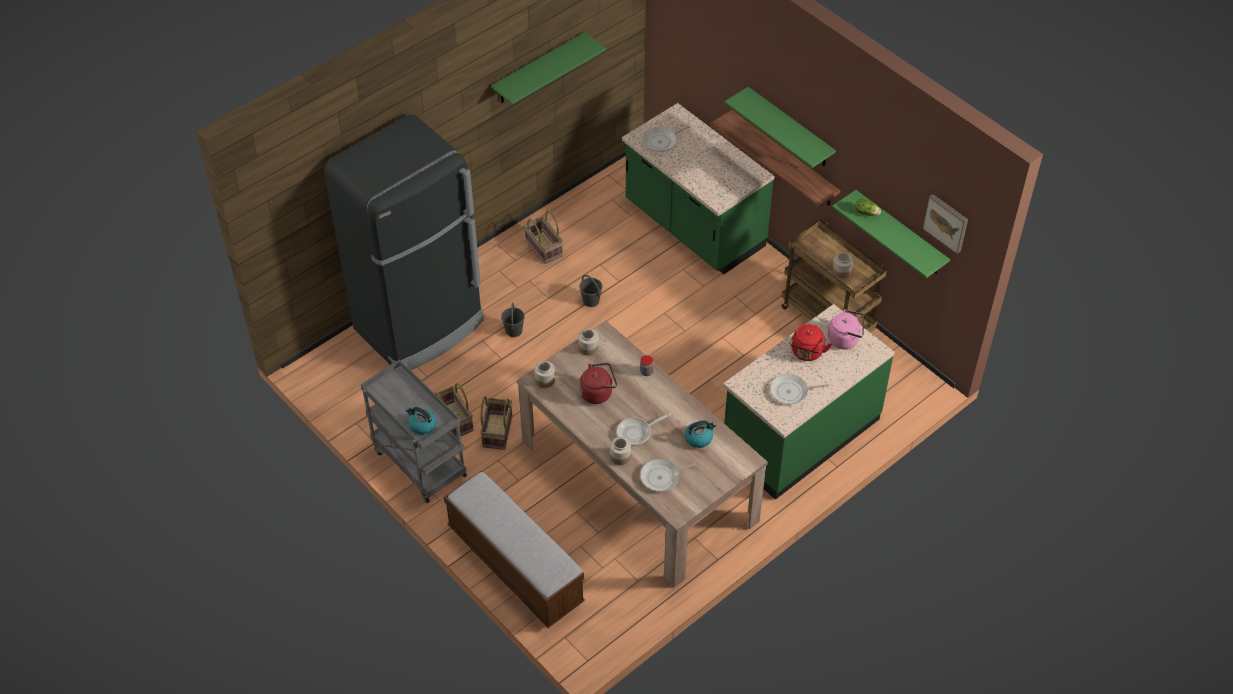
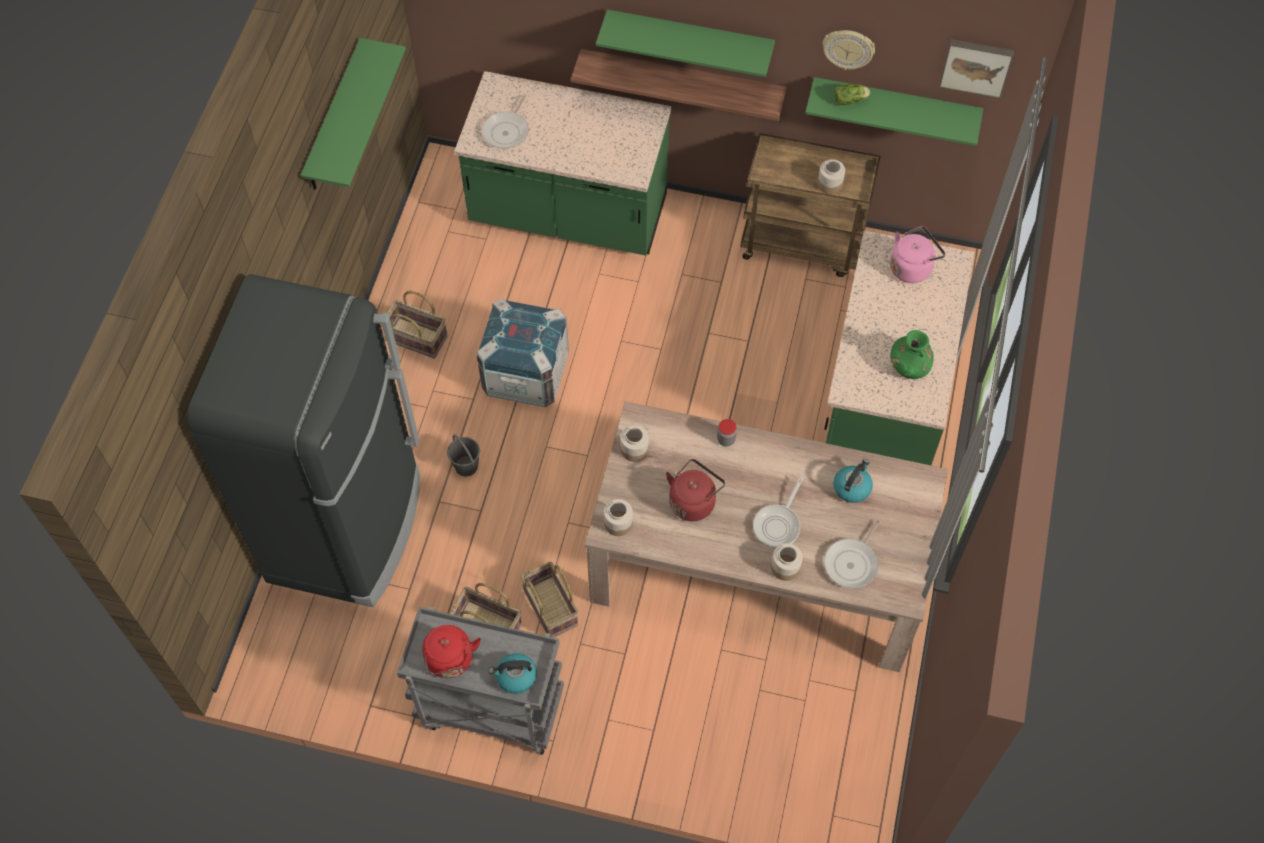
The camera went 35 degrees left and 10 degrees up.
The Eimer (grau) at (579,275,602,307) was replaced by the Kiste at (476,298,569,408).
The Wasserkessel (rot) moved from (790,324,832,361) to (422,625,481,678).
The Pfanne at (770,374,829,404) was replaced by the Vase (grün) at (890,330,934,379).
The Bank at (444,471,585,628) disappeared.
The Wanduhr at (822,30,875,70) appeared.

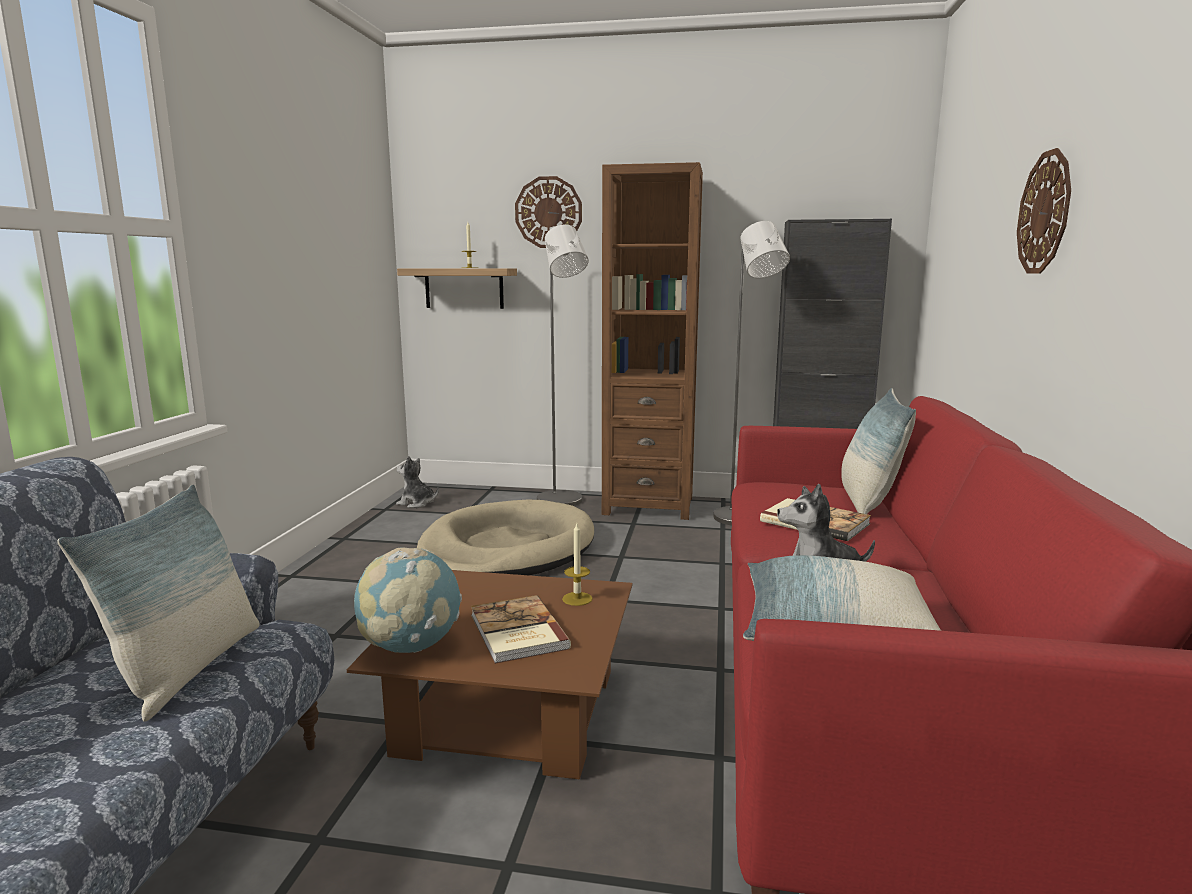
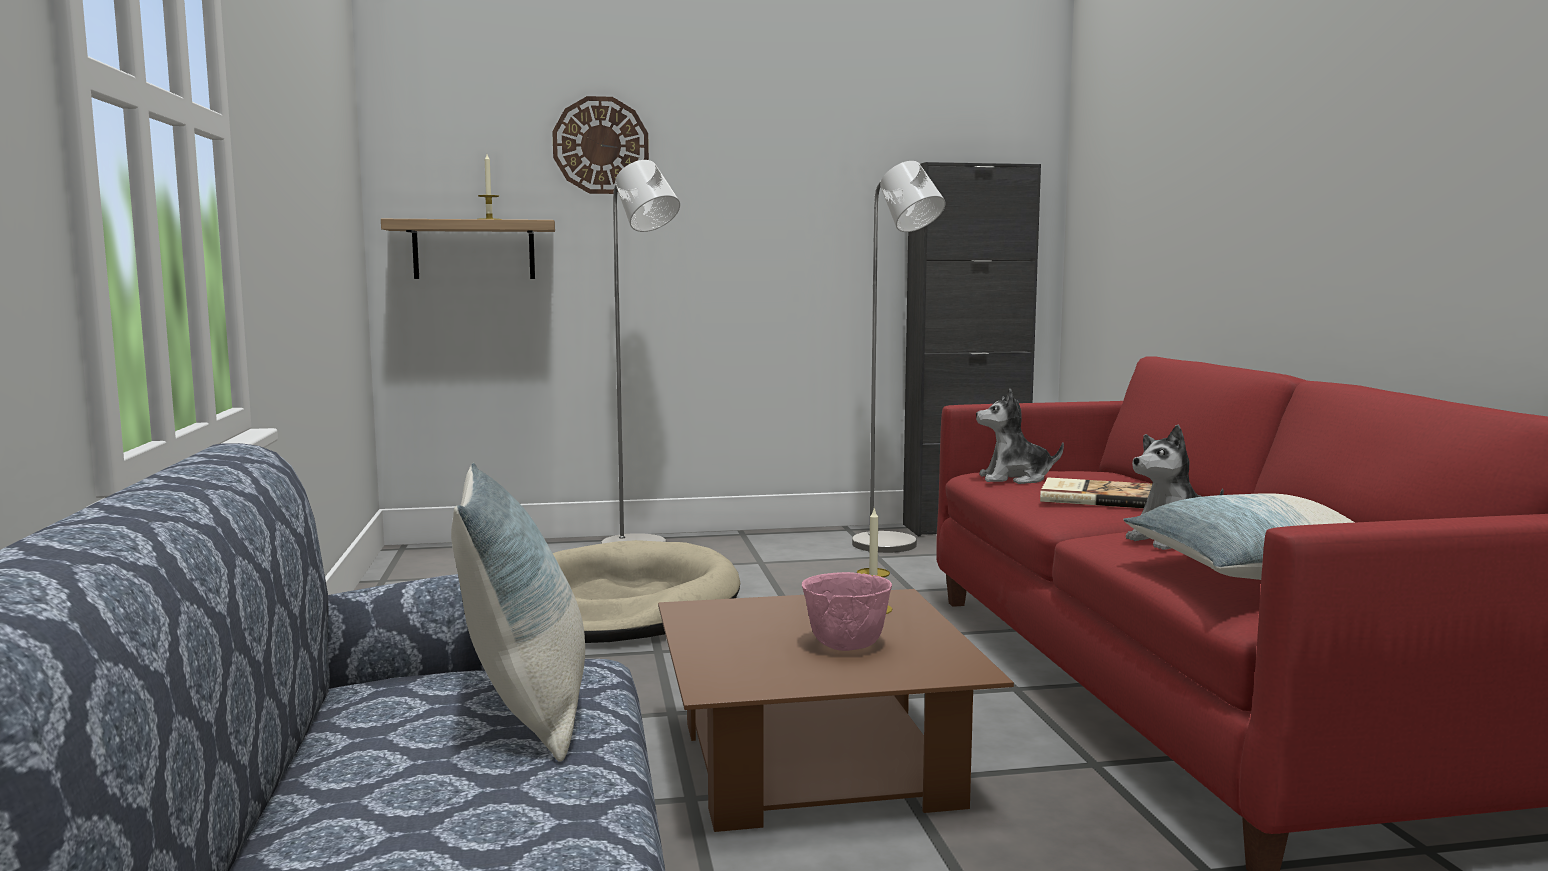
The camera went 20 degrees left and 5 degrees down.
The Wanduhr at (1017,148,1071,274) disappeared.
The Bücherregal (braun) at (602,162,703,520) disappeared.
The Kissen at (841,388,916,514) disappeared.
The Plüschtier moved from (396,456,439,508) to (976,389,1064,484).
The Globus at (354,547,462,653) disappeared.
The Buch at (471,595,571,664) was replaced by the Schüssel (rosa) at (802,572,892,651).

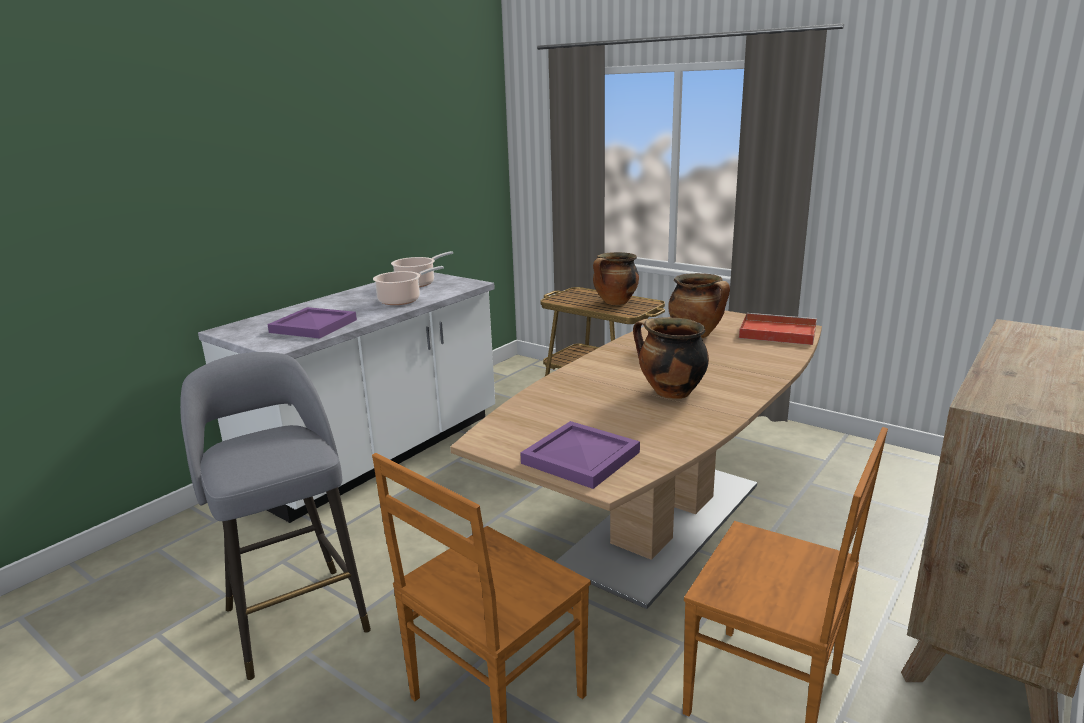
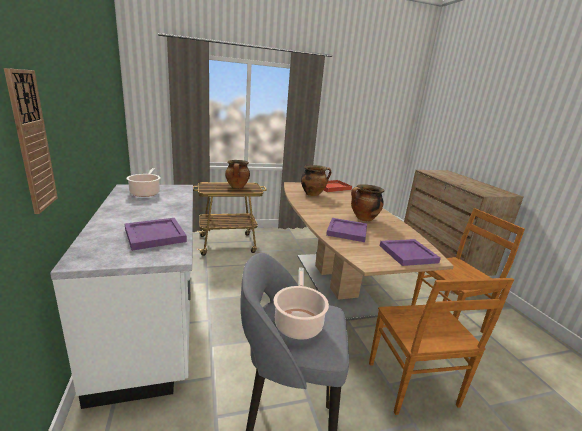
The camera went 55 degrees left and 0 degrees up.
The Kochtopf moved from (373,266,444,305) to (274,267,329,340).
The Wanduhr at (4,68,58,214) appeared.
The Tablett (lila) at (326,218,367,242) appeared.

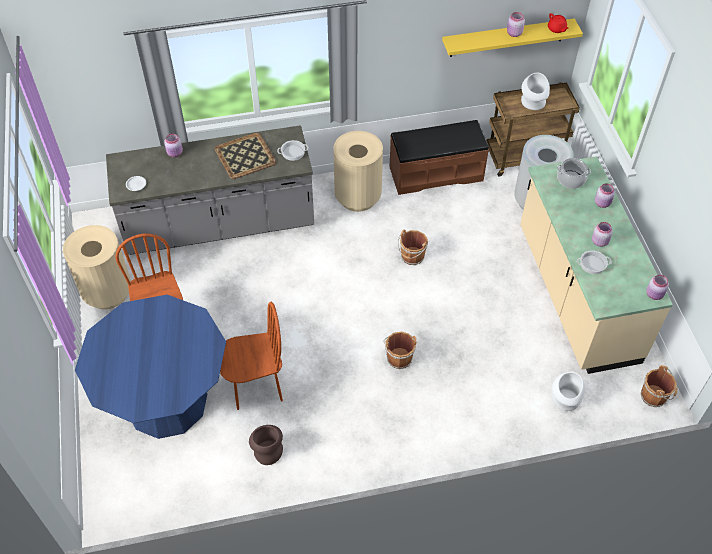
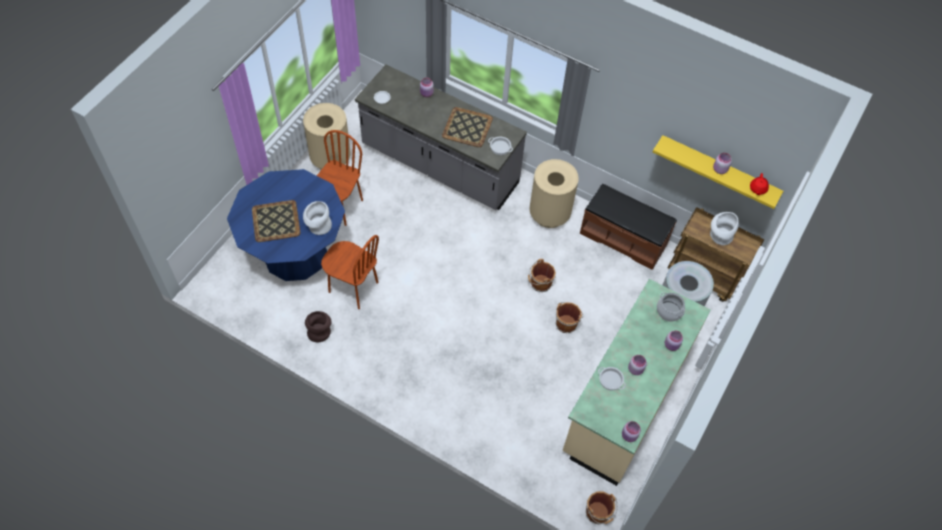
The camera went 40 degrees right and 5 degrees up.
The Eimer (braun) moved from (384,332,416,369) to (556,302,583,334).
The Vase (weiß) moved from (552,372,585,411) to (303,201,332,235).
The Tablett at (252,200,301,242) appeared.

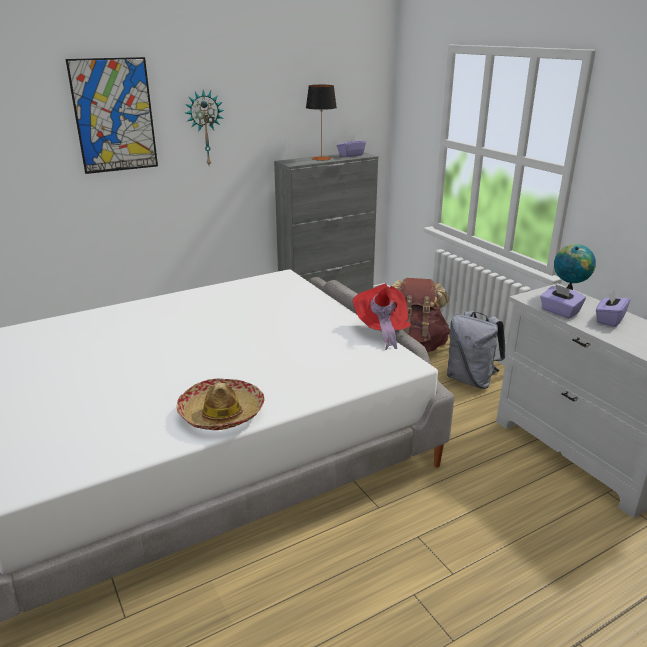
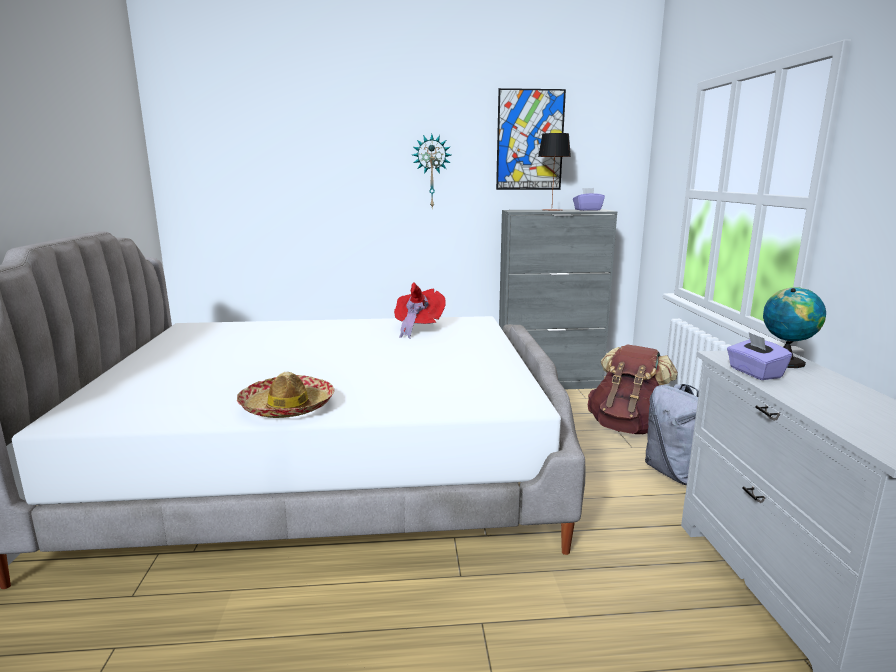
The camera went 25 degrees right and 10 degrees down.
The Bild moved from (66,57,158,174) to (496,88,566,190).
The Hut (rot) moved from (353,284,412,350) to (394,283,446,339).
The Taschentuchbox (lila) at (596,289,631,327) disappeared.

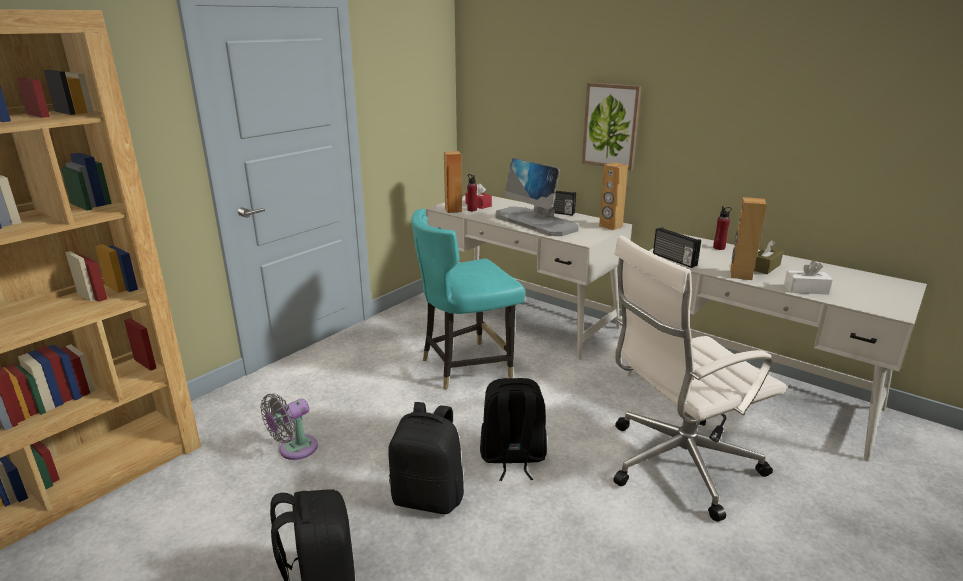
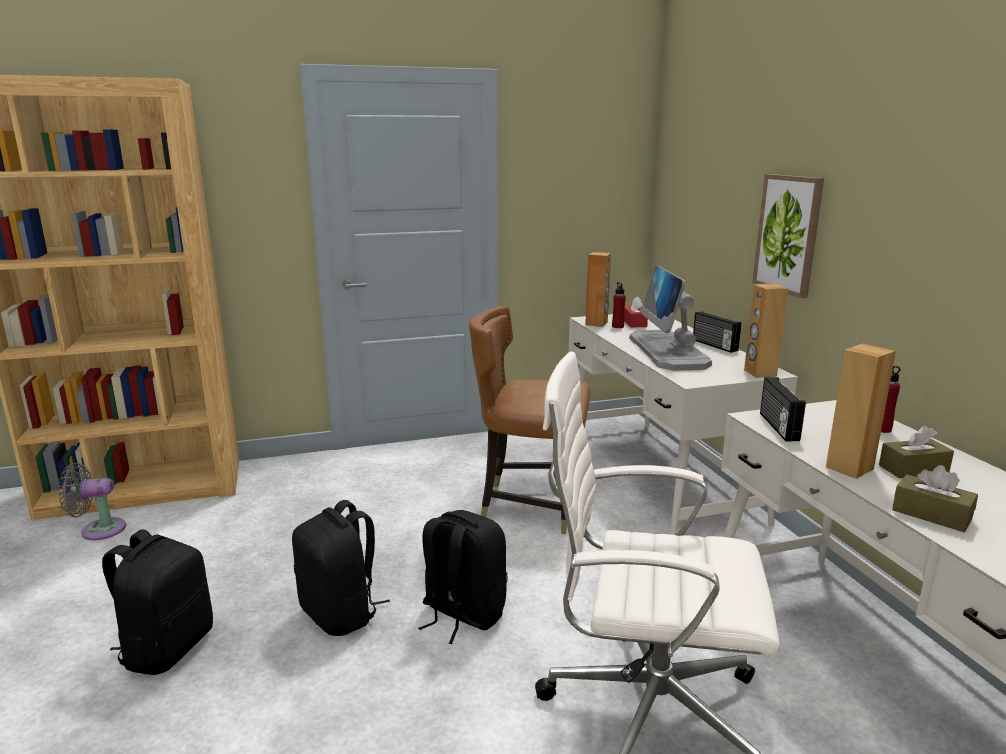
The camera went 35 degrees right and 5 degrees down.
The Stuhl (türkis) at (411,209,525,390) became the Stuhl (braun) at (469,306,590,534).
The Taschentuchbox (weiß) at (784,260,833,295) became the Taschentuchbox (braun) at (892,465,978,532).
The Ventilator (grau) moved from (260,394,318,460) to (58,463,126,541).

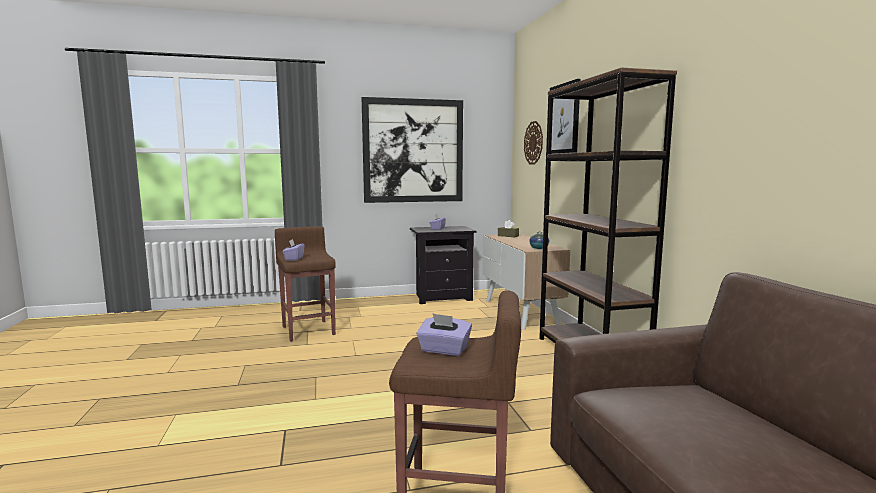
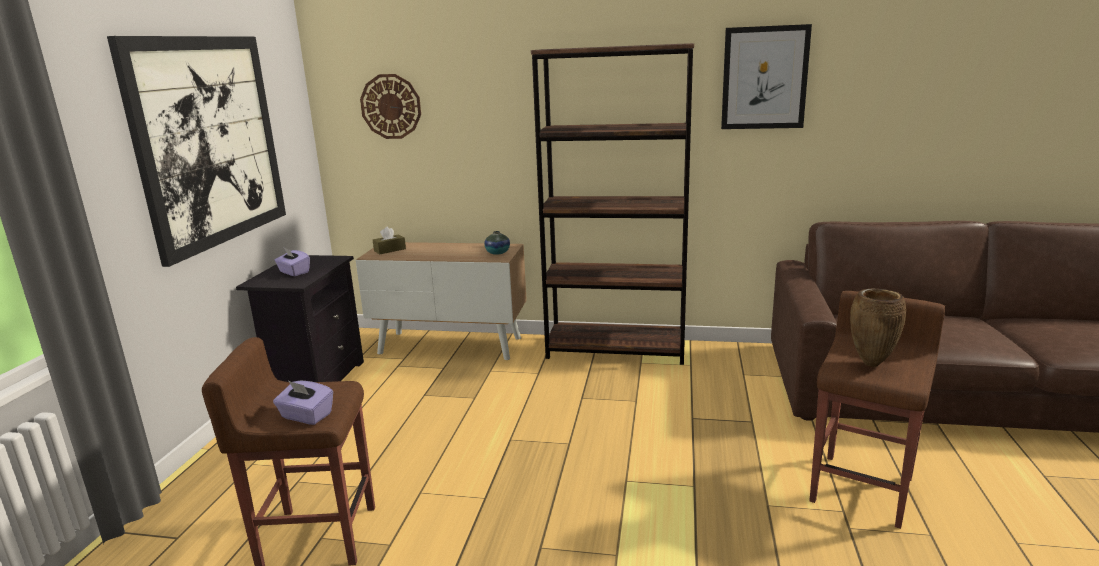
The camera went 65 degrees left and 10 degrees up.
The Bild moved from (550,79,580,154) to (721,24,812,129).
The Taschentuchbox (lila) at (417,313,472,356) was replaced by the Vase (braun) at (850,289,906,367).

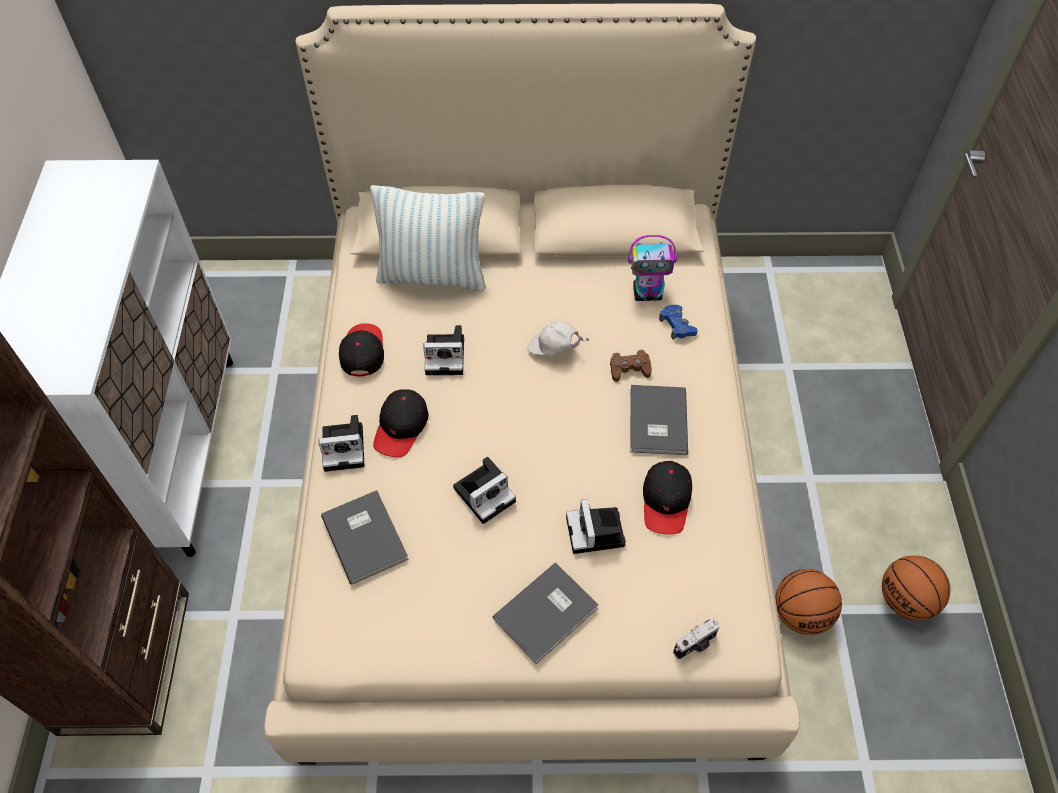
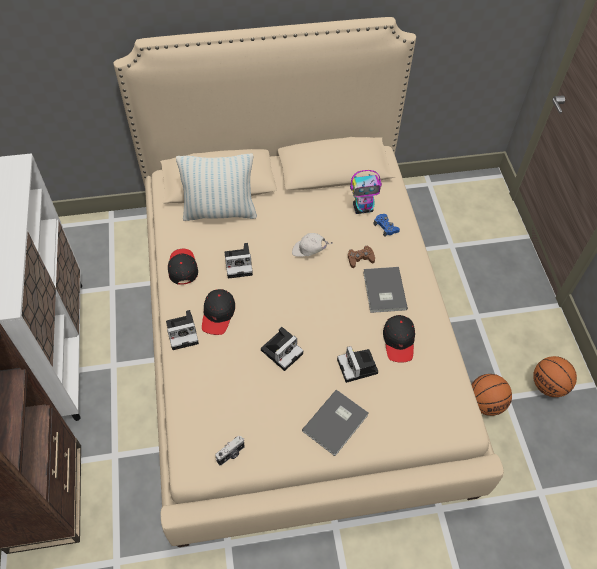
The camera went 10 degrees left and 0 degrees up.
The Buch (grau) at (321,490,409,584) disappeared.
The Kamera moved from (673,618,720,659) to (215,436,245,466).

